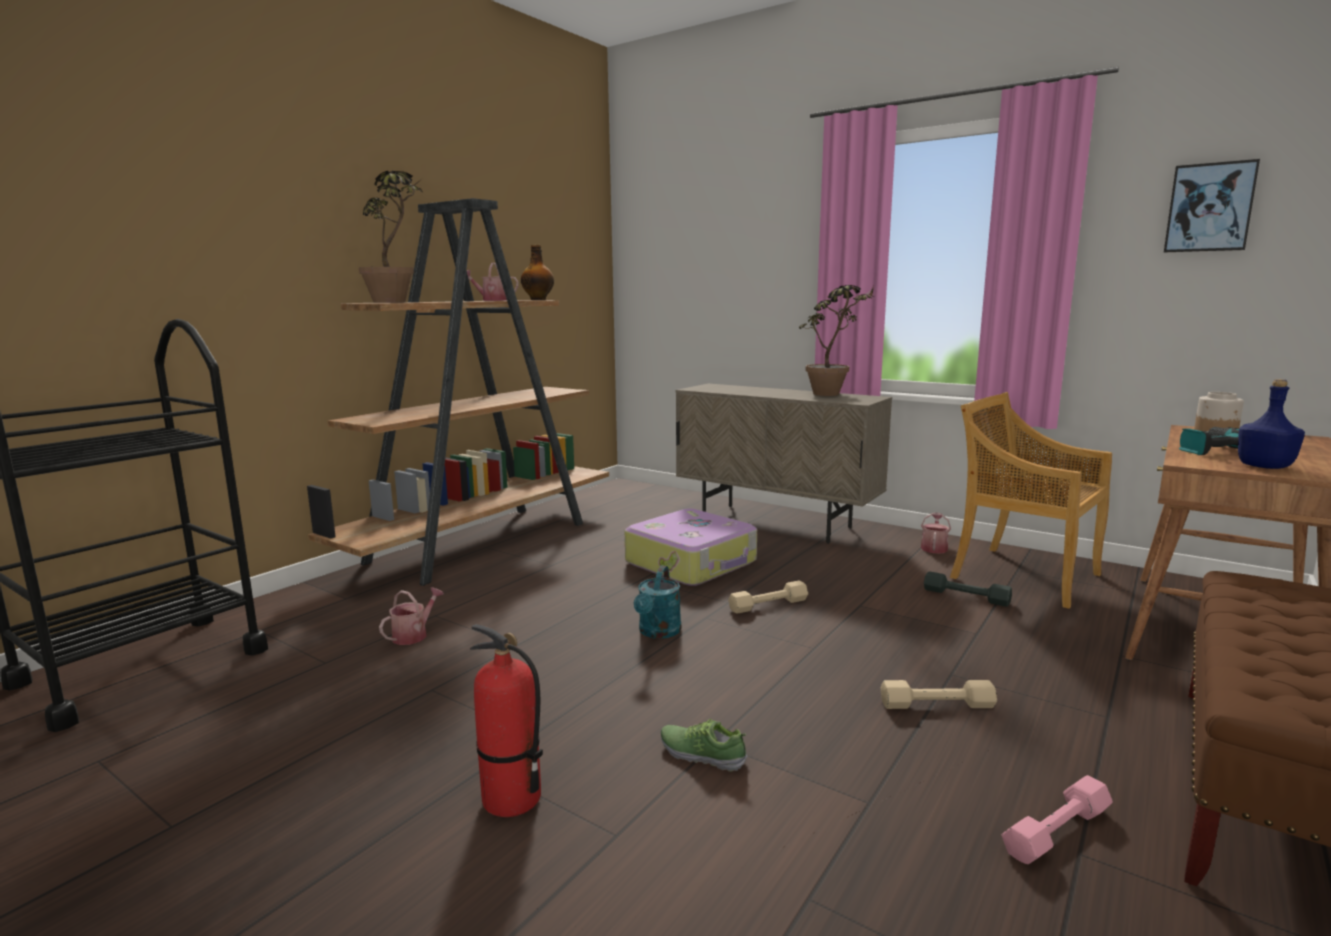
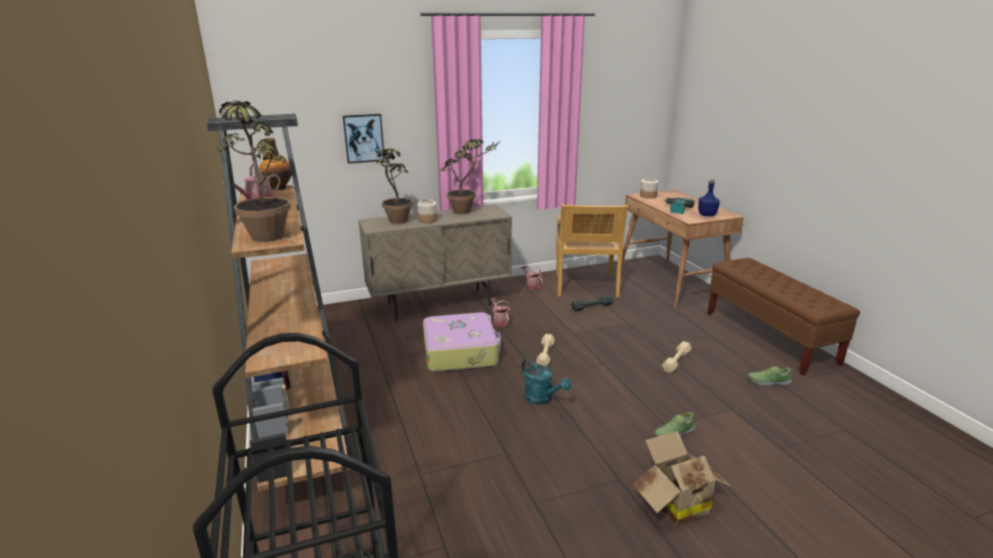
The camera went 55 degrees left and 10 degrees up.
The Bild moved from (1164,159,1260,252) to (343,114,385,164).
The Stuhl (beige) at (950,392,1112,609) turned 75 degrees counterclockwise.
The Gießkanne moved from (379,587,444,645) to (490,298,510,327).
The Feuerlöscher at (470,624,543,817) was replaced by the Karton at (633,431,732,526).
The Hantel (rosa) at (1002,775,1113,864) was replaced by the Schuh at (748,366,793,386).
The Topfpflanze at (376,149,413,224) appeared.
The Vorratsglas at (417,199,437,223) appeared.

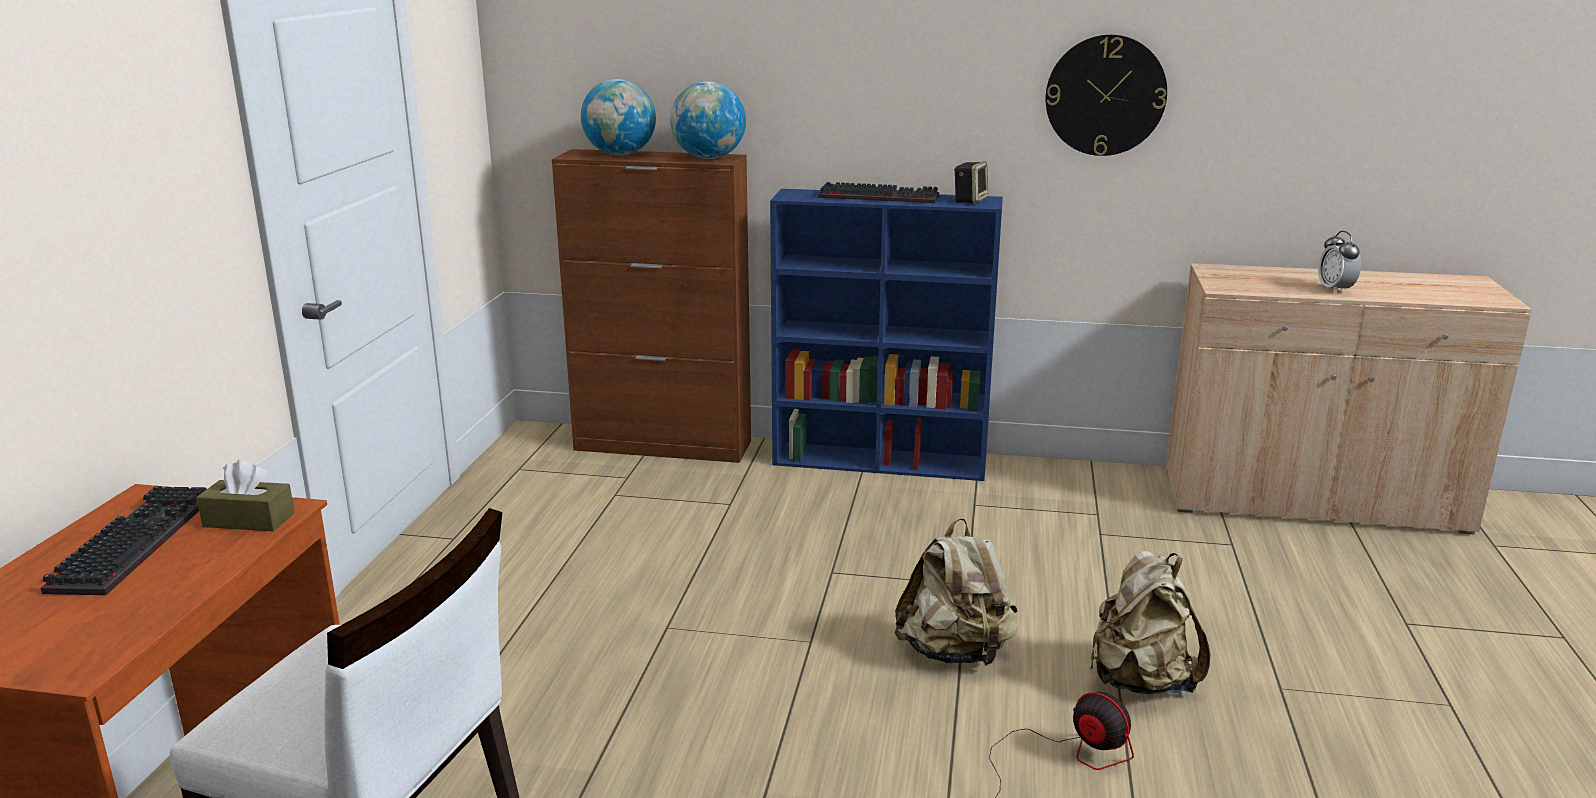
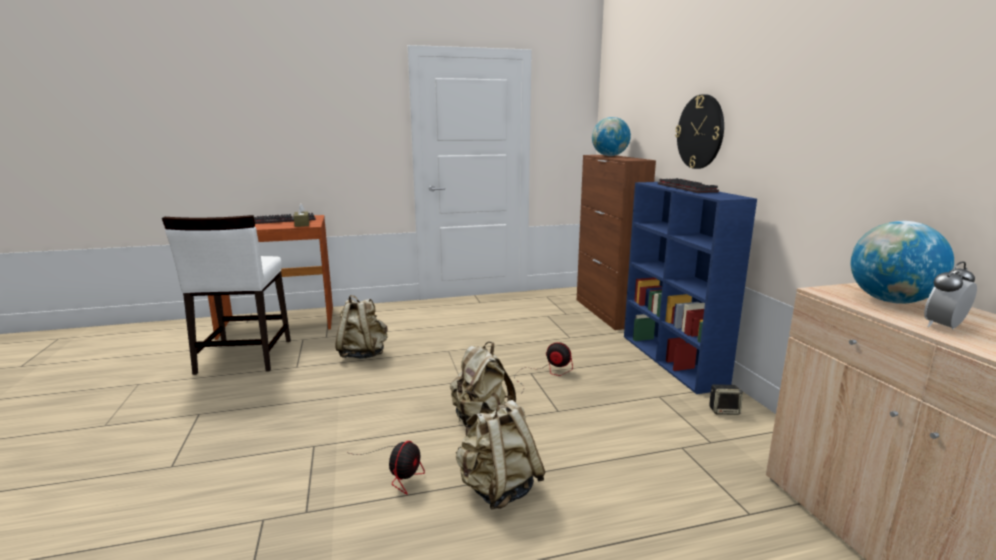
The camera went 65 degrees right and 5 degrees down.
The Wanduhr moved from (1046,35,1167,156) to (675,94,724,169).
The Globus moved from (670,81,746,159) to (850,221,954,303).
The Lautsprecher moved from (954,161,988,203) to (709,384,743,415).
The Rucksack (beige) at (335,295,388,359) appeared.
The Ventilator at (514,342,573,391) appeared.

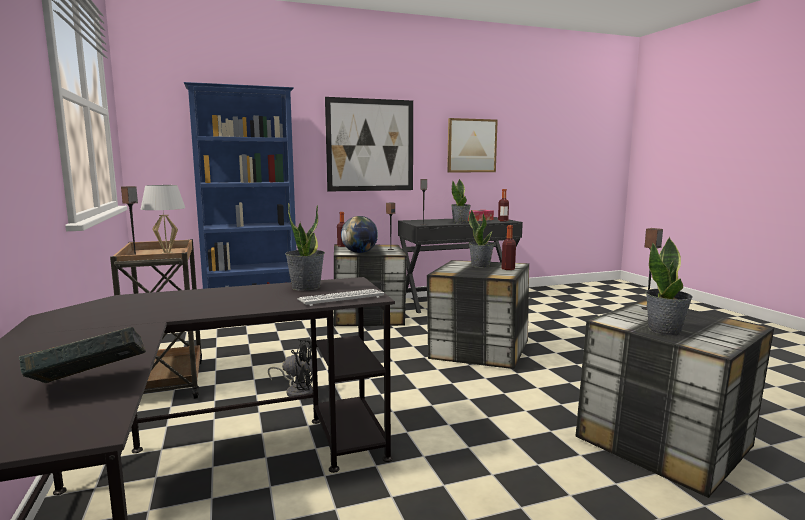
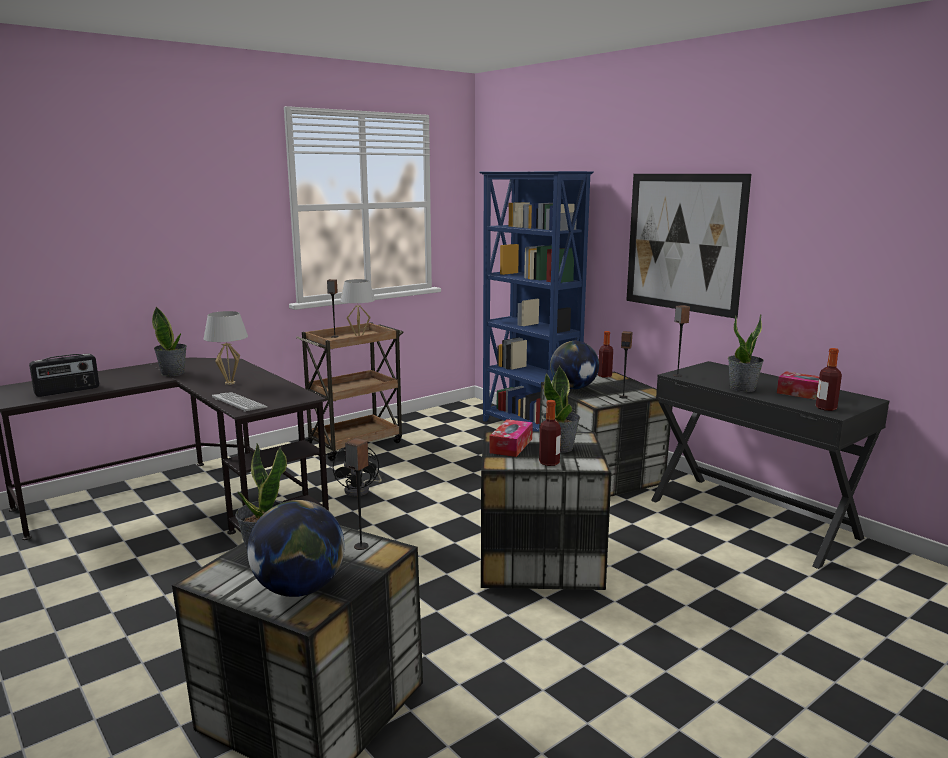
The camera went 70 degrees right and 5 degrees up.
The Bild at (447,118,498,172) disappeared.
The Topfpflanze moved from (285,202,325,291) to (152,307,187,376).
The Buch at (19,327,146,383) was replaced by the Radio at (29,354,99,397).
The Tischlampe (weiß) at (204,311,248,385) appeared.
The Taschentuchbox at (489,419,533,457) appeared.
The Globus at (247,500,344,597) appeared.

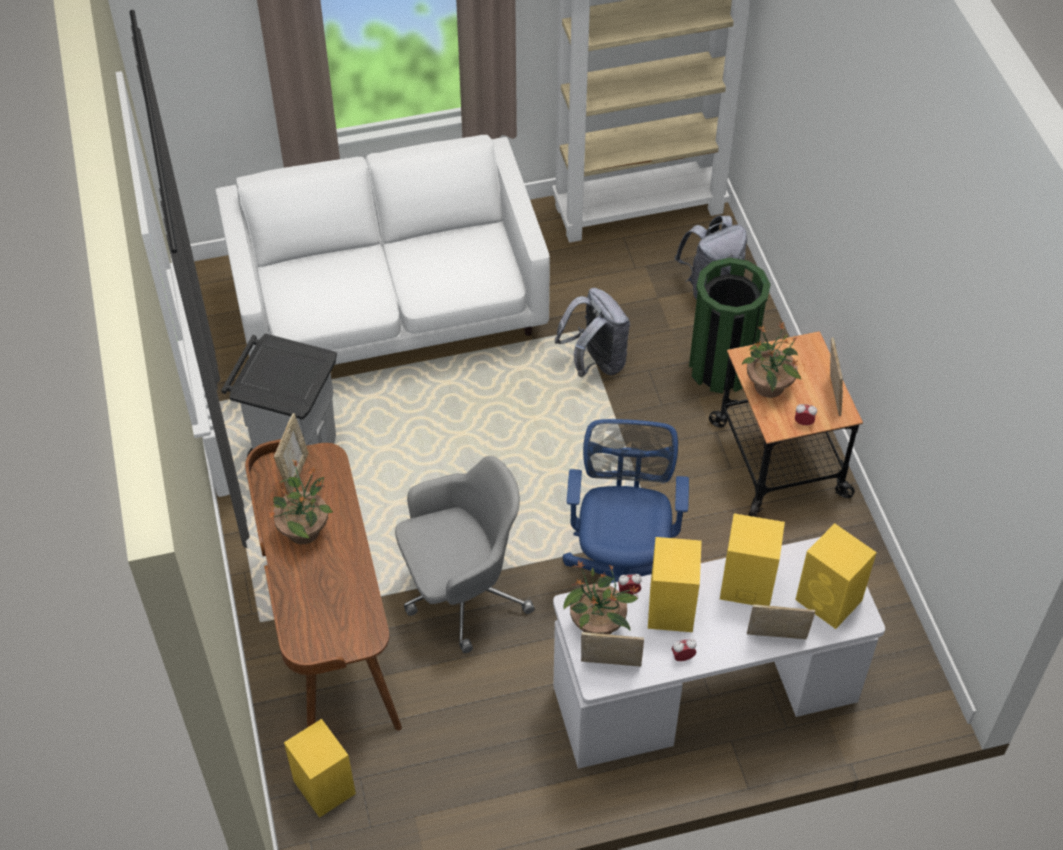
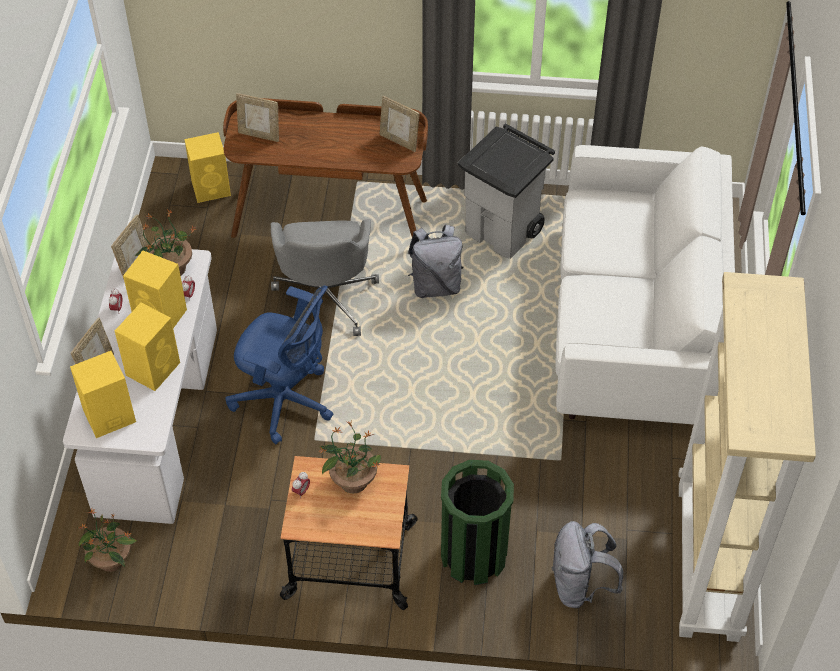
The camera went 110 degrees right and 0 degrees up.
The Rucksack (grau) moved from (555,288,630,377) to (408,225,463,298).
The Bilderrahmen moved from (830,337,843,416) to (236,93,279,142).
The Topfpflanze moved from (268,460,333,544) to (79,509,138,572).

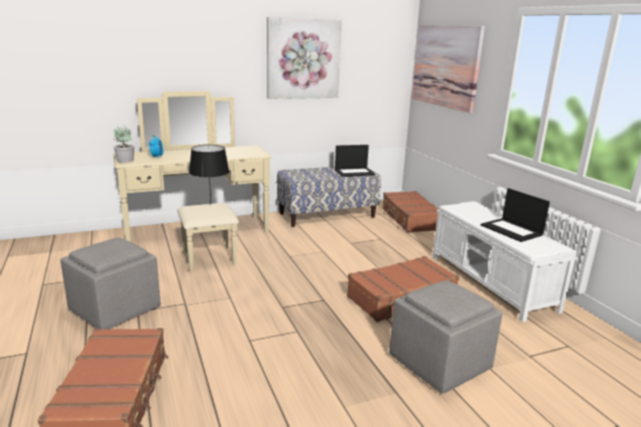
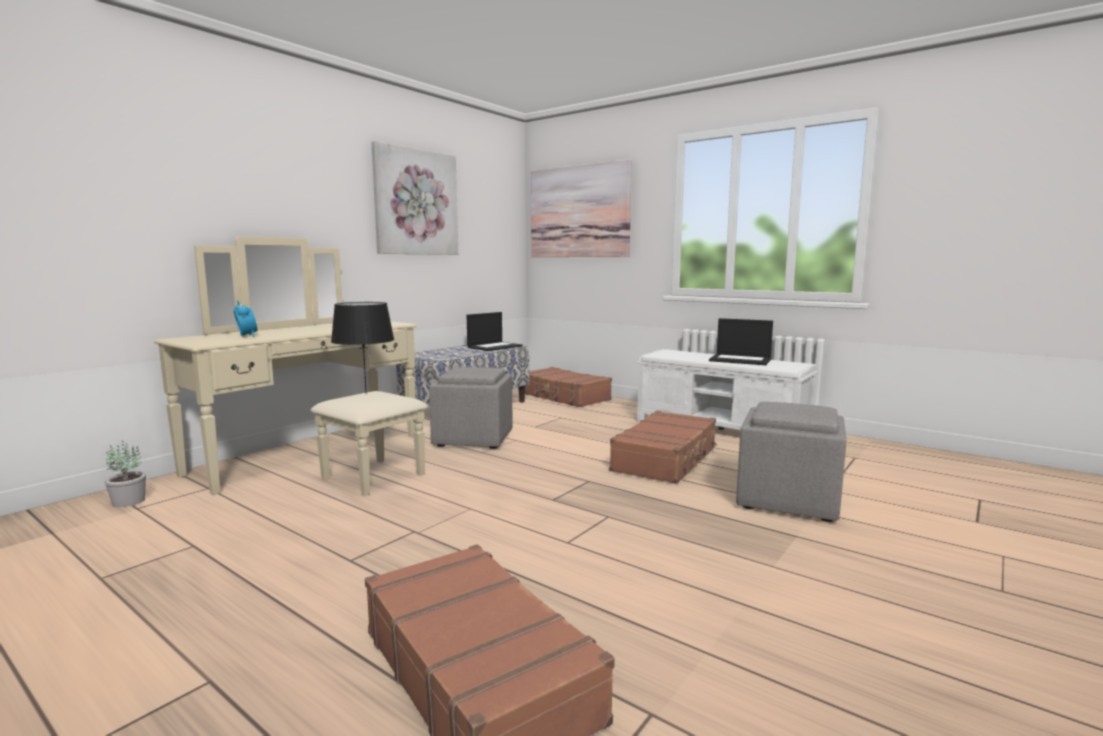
The camera went 30 degrees left and 10 degrees down.
The Topfpflanze moved from (114,125,134,163) to (105,440,146,507).
The Polsterhocker (grau) moved from (60,238,161,329) to (429,367,513,449).

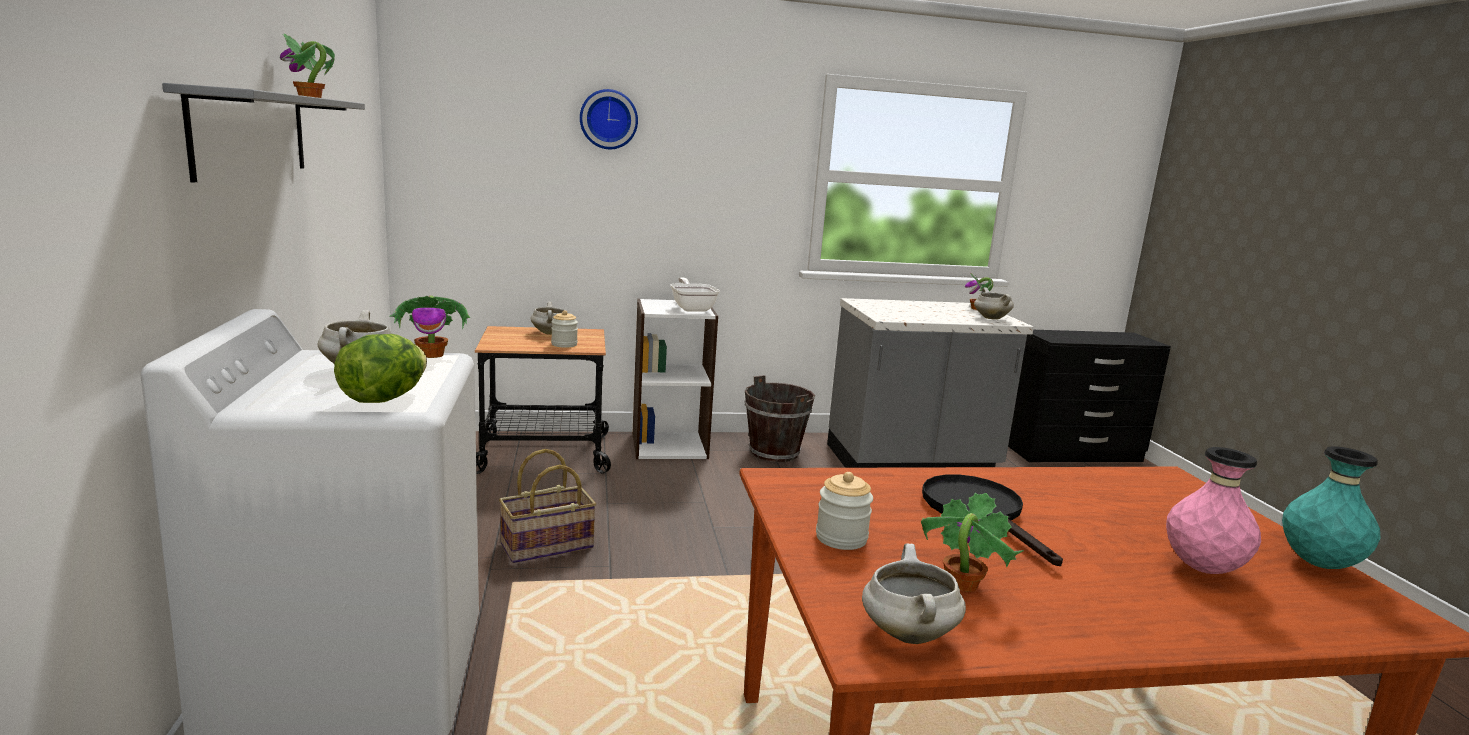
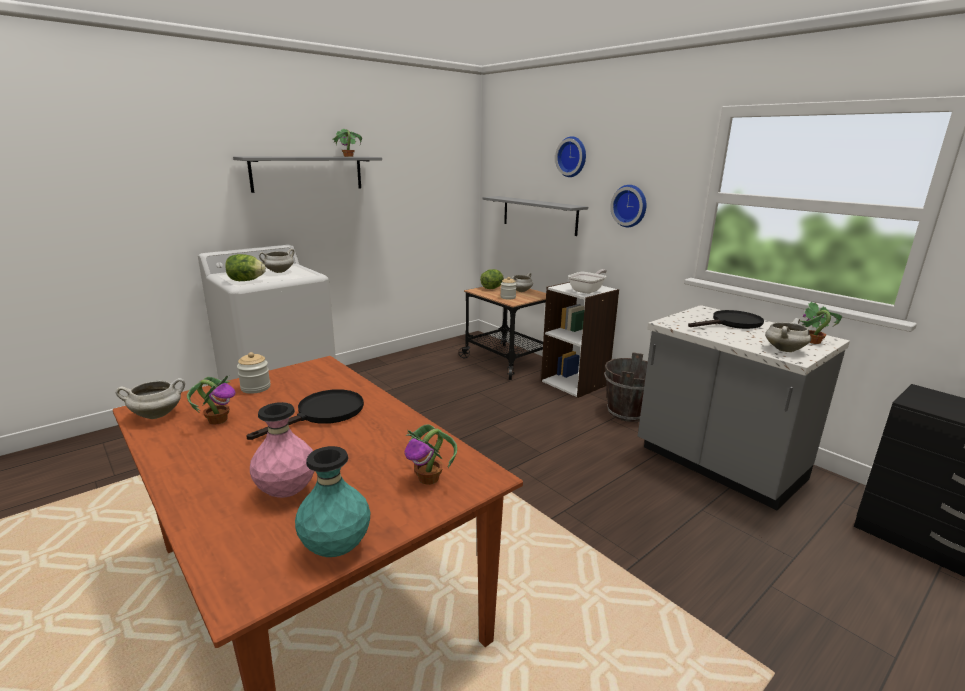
The camera went 60 degrees right and 5 degrees up.
The Topfpflanze moved from (389,295,470,358) to (405,424,457,485).
The Korb at (499,449,596,563) disappeared.
The Wanduhr at (610,185,647,227) appeared.
The Wandregal (grau) at (483,196,588,236) appeared.
The Salatkopf at (480,269,504,289) appeared.
The Pfanne (schwarz) at (688,310,764,329) appeared.

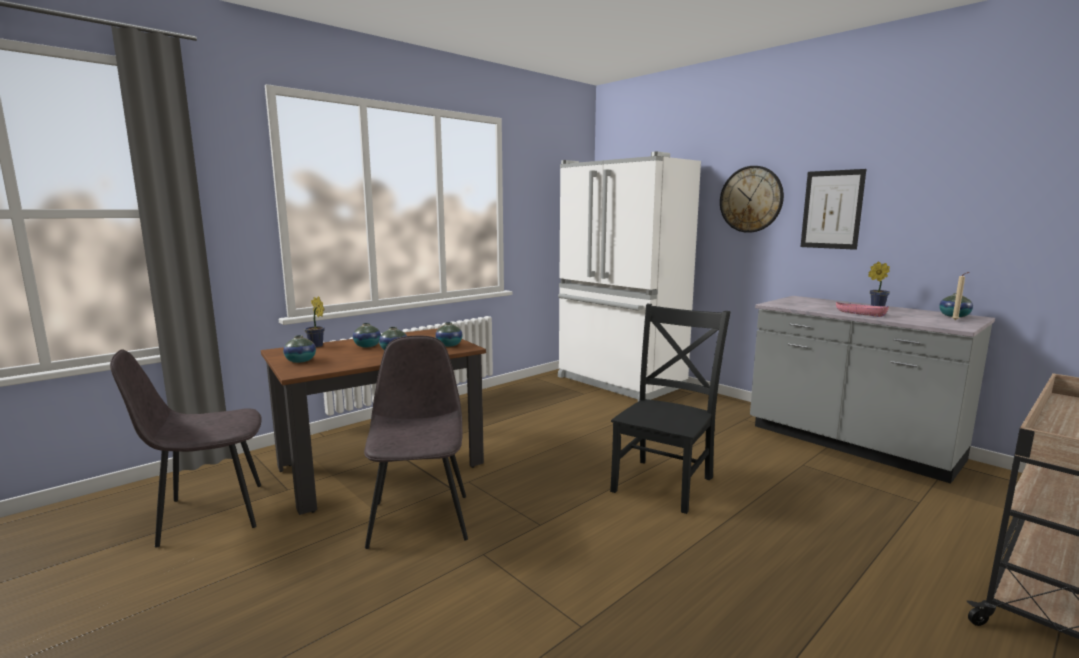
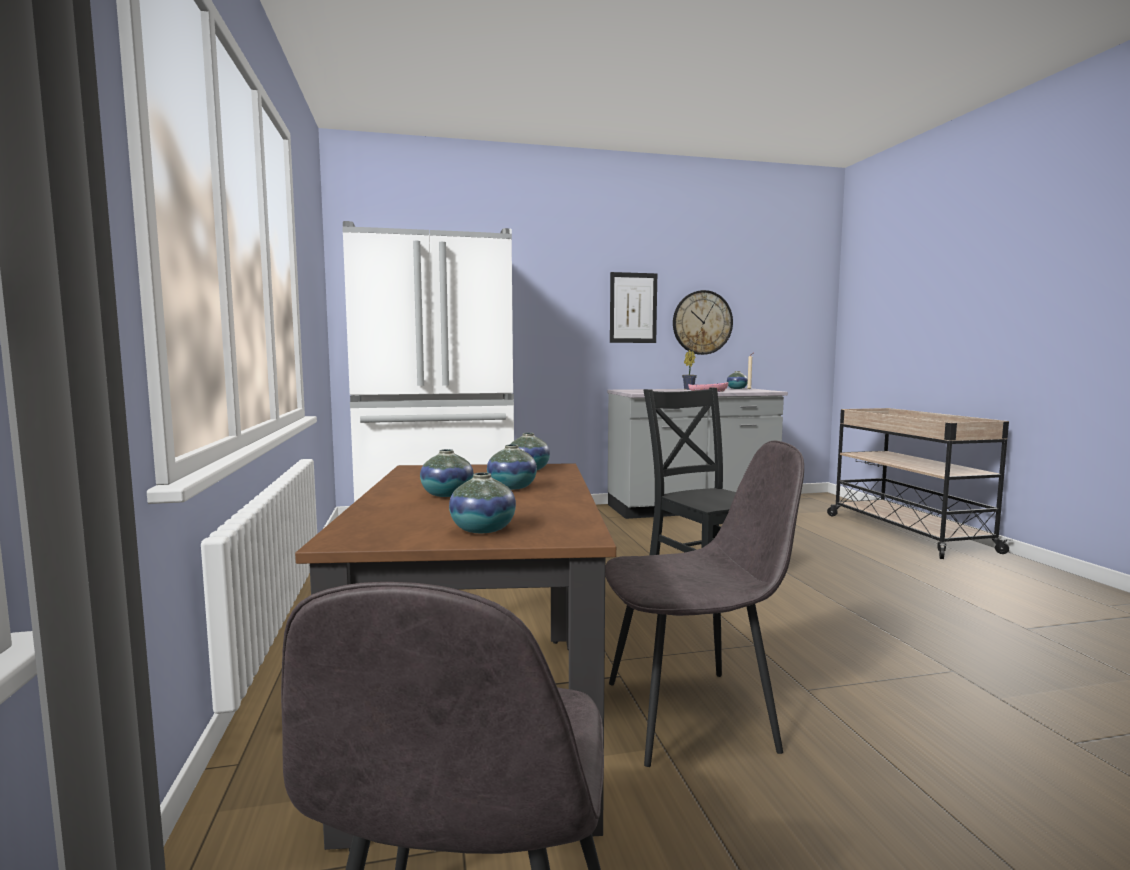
The camera went 60 degrees left and 5 degrees down.
The Wanduhr moved from (720,166,784,233) to (673,290,733,355).
The Topfpflanze at (304,296,325,348) disappeared.
The Stuhl (grau) at (364,336,468,549) turned 150 degrees clockwise.

